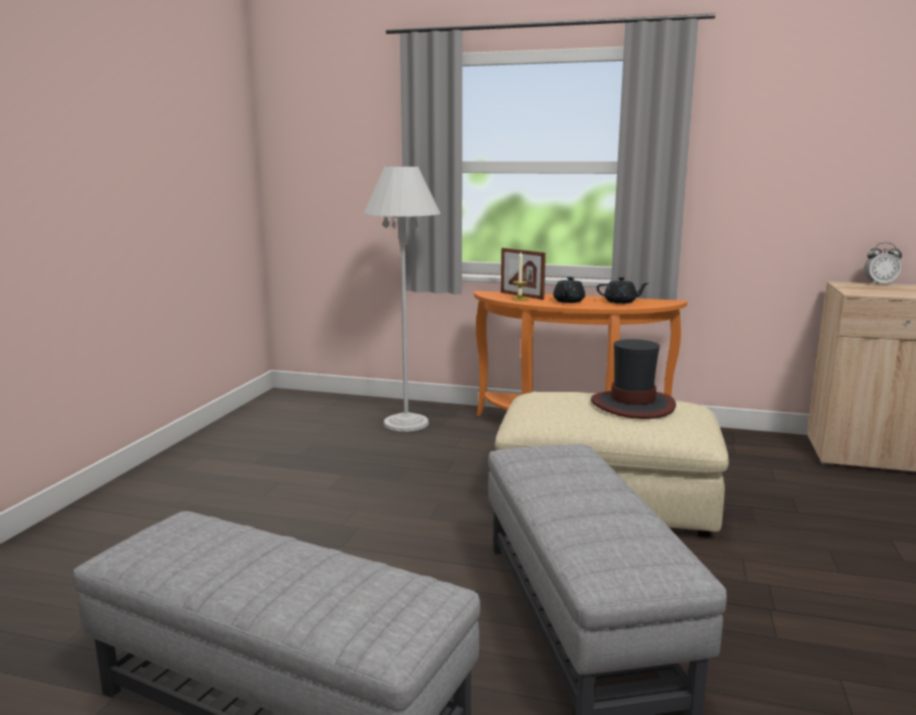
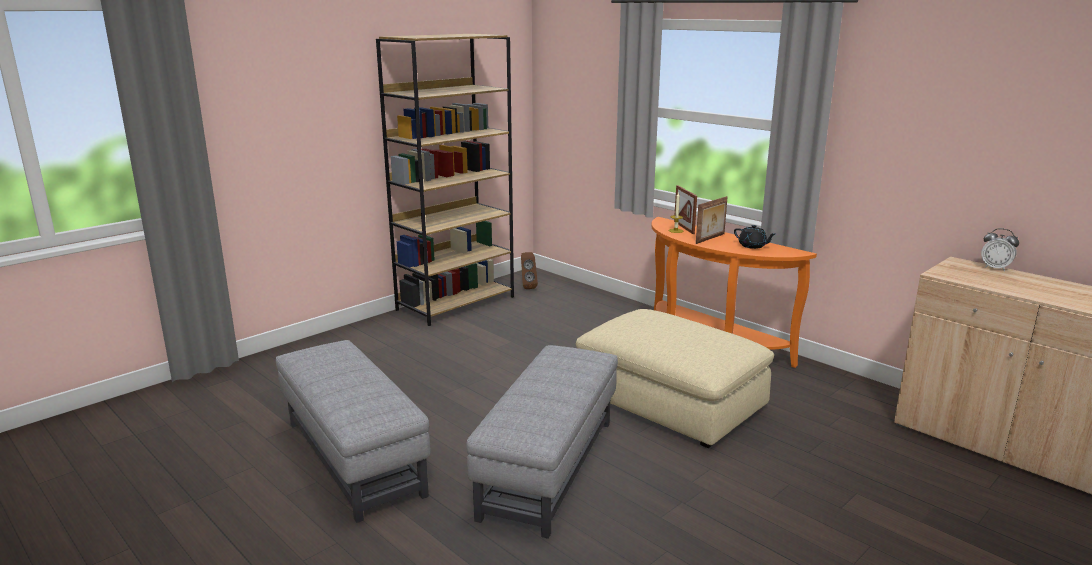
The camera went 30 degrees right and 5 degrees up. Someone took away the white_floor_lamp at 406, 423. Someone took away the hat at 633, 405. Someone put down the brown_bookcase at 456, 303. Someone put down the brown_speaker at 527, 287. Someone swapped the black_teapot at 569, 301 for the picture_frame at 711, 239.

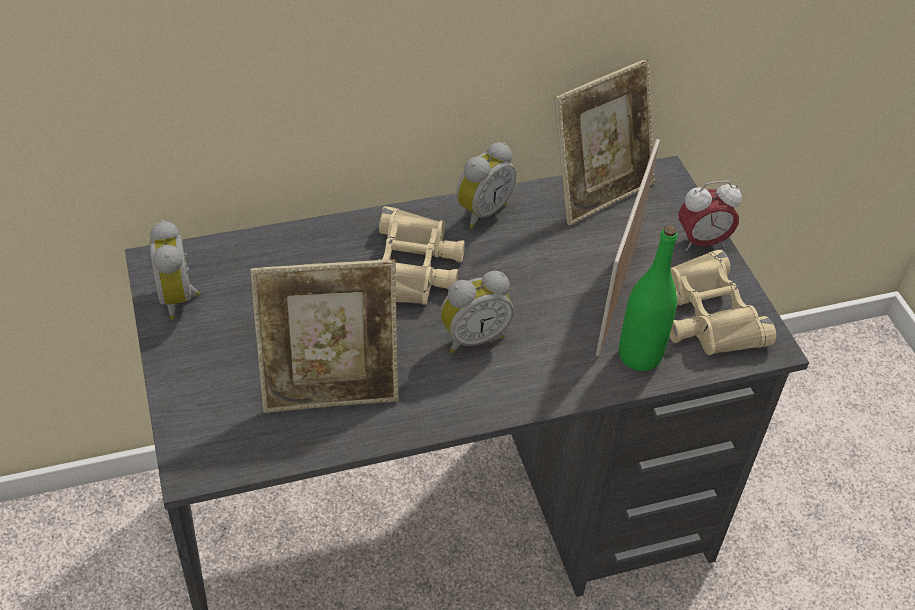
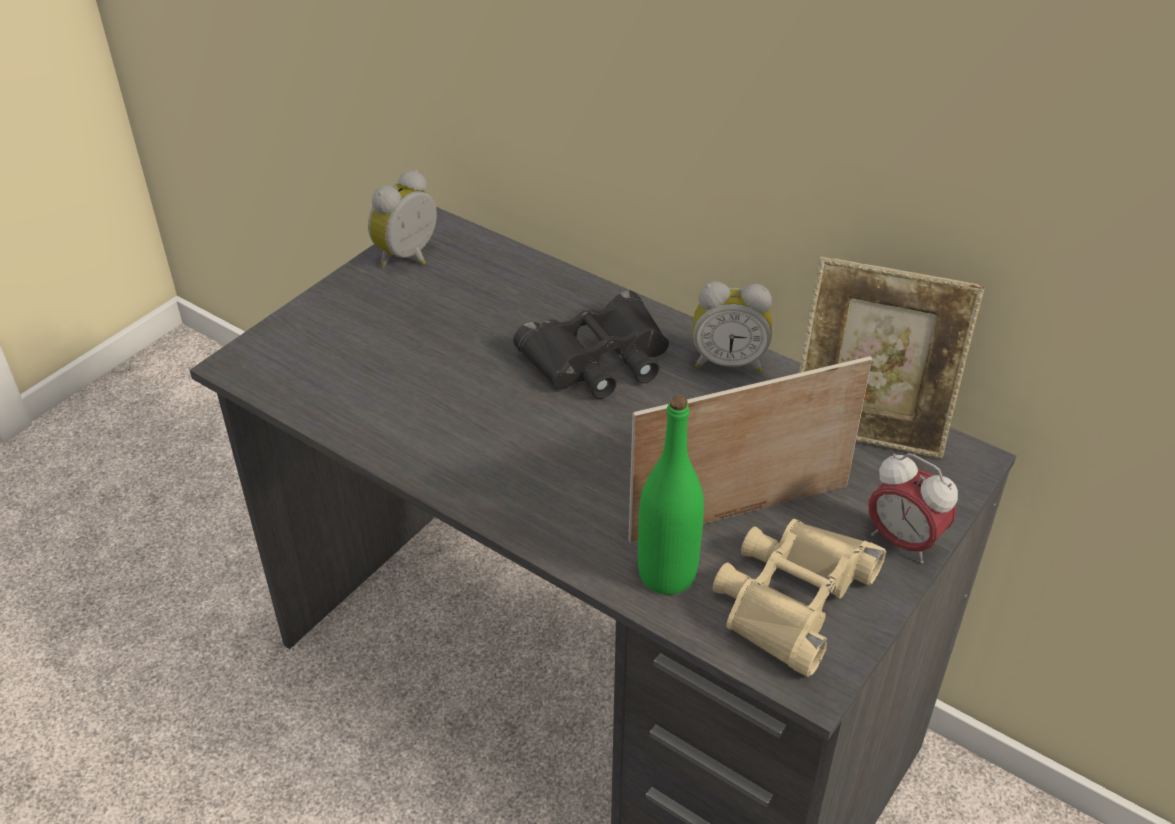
The camera went 55 degrees right and 5 degrees down. Someone took away the picture_frame at 330, 386. Someone took away the alarm_clock at 473, 337. Someone repainted the beige_binoculars at 413, 267, which became the black_binoculars at 599, 359.

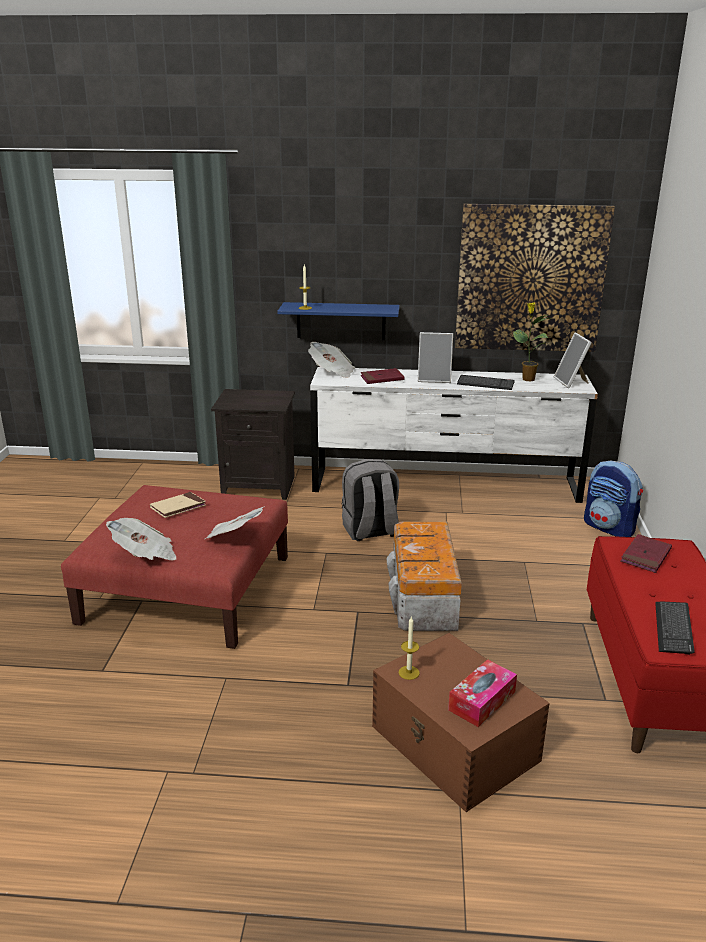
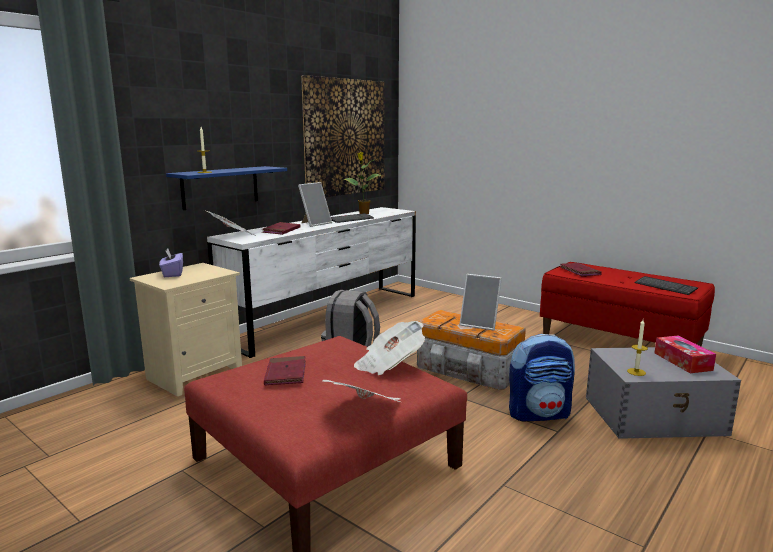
The camera went 55 degrees left and 10 degrees down. Someone put down the purple_tissue_box at 172, 274. Someone carried the picture_frame from 571, 382 to 480, 324. Someone carried the backpack from 609, 528 to 539, 414. Someone repainted the beige_book at 178, 507, which became the red_book at 285, 374. Someone repainted the black_nightstand at 260, 486, which became the beige_nightstand at 195, 374. Someone repainted the brown_storage_box at 455, 744, which became the grey_storage_box at 655, 416.

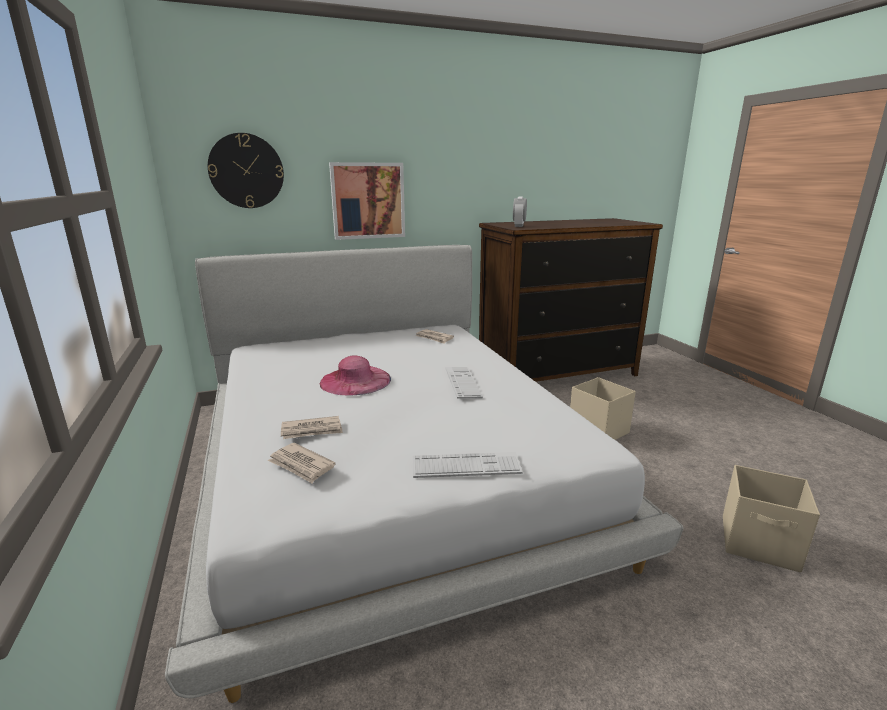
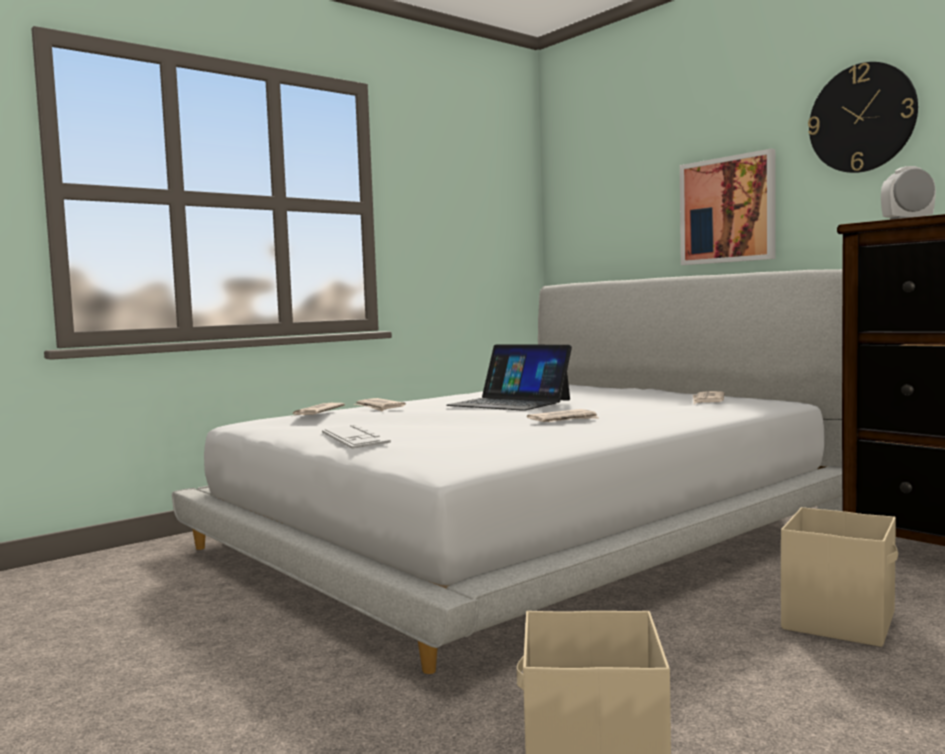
The camera went 70 degrees right and 15 degrees down. Someone carried the wall_clock from 246, 171 to 862, 118. Someone swapped the pink_hat at 355, 380 for the laptop at 509, 403. Someone swapped the keyboard at 462, 383 for the newspaper at 564, 420.

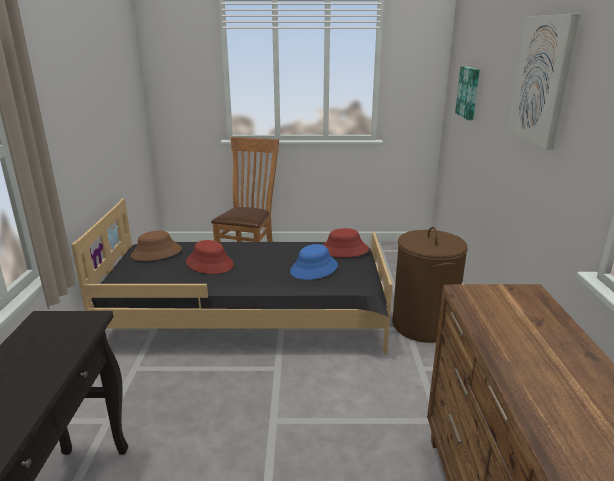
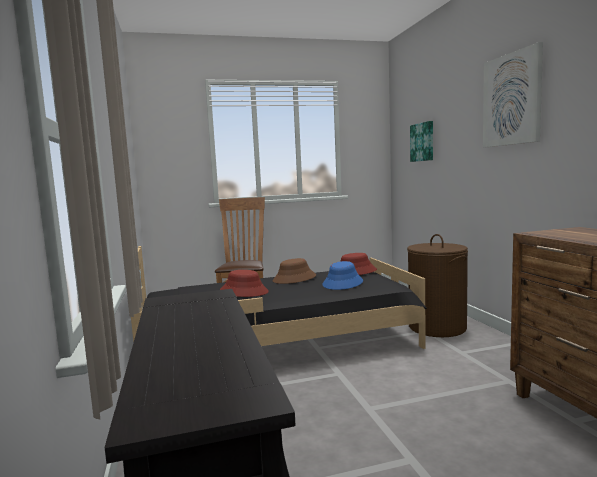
The camera went 15 degrees left and 15 degrees down. Someone carried the brown_hat from 156, 253 to 294, 279.

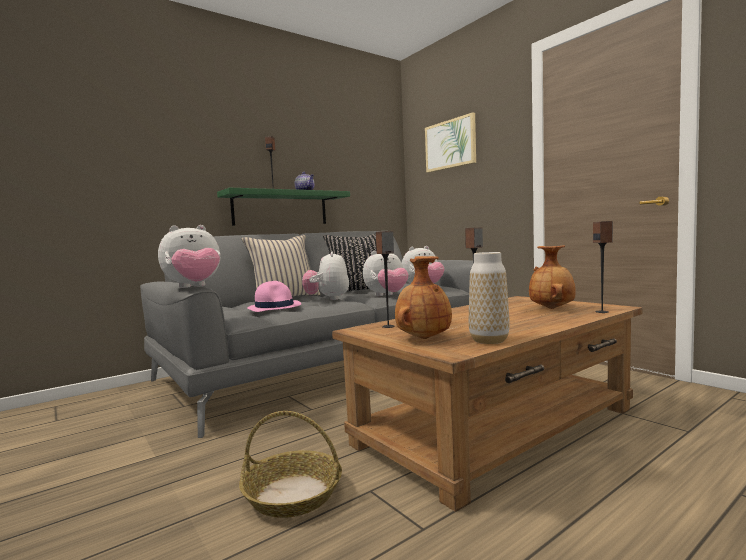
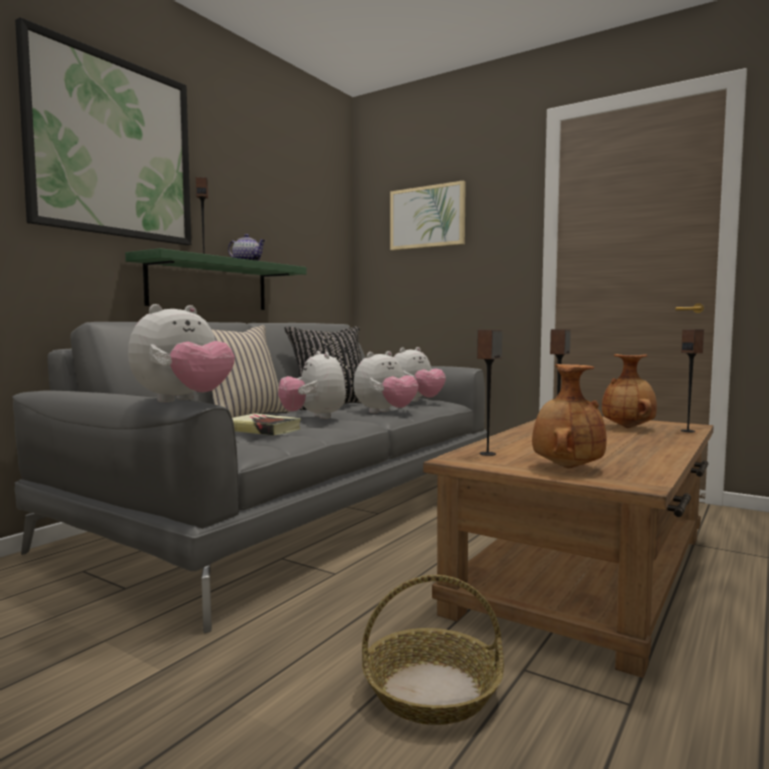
The camera went 20 degrees left and 0 degrees up. Someone took away the vase at 489, 340. Someone put up the picture at 112, 147. Someone swapped the pink_hat at 275, 307 for the book at 263, 430.

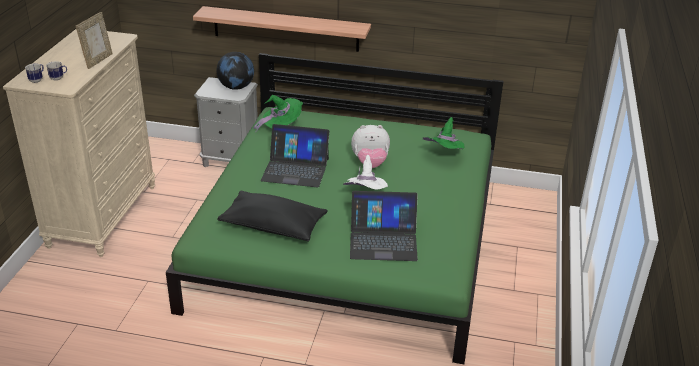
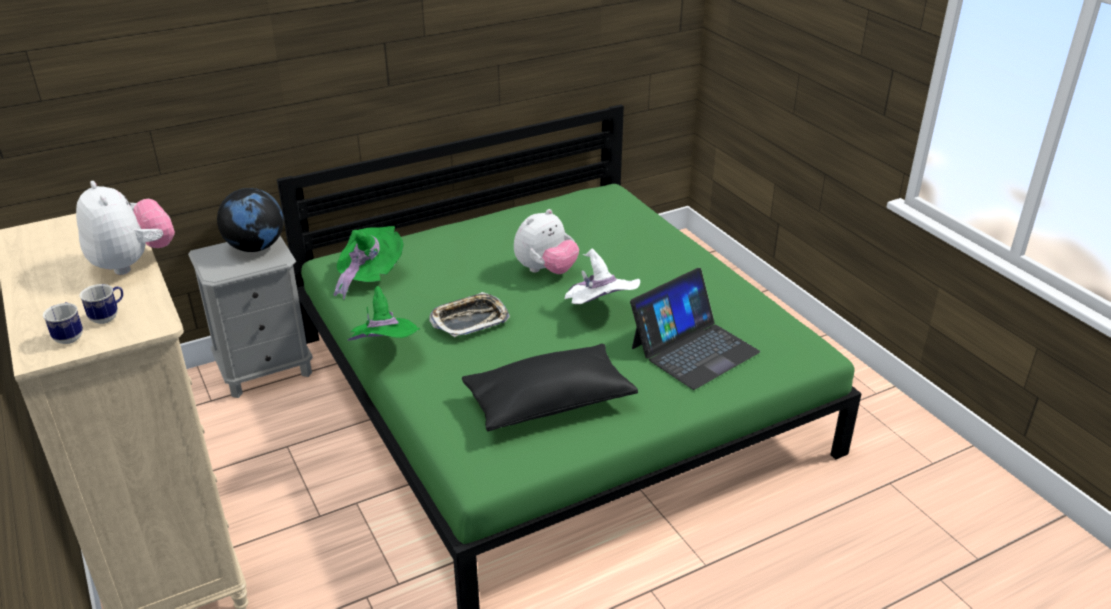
The camera went 40 degrees left and 0 degrees up. Someone took away the shelf at 285, 29. Someone carried the green_hat from 444, 155 to 385, 351. Someone swapped the picture_frame at 98, 61 for the plush_toy at 132, 263. Someone swapped the laptop at 295, 169 for the tray at 470, 320.

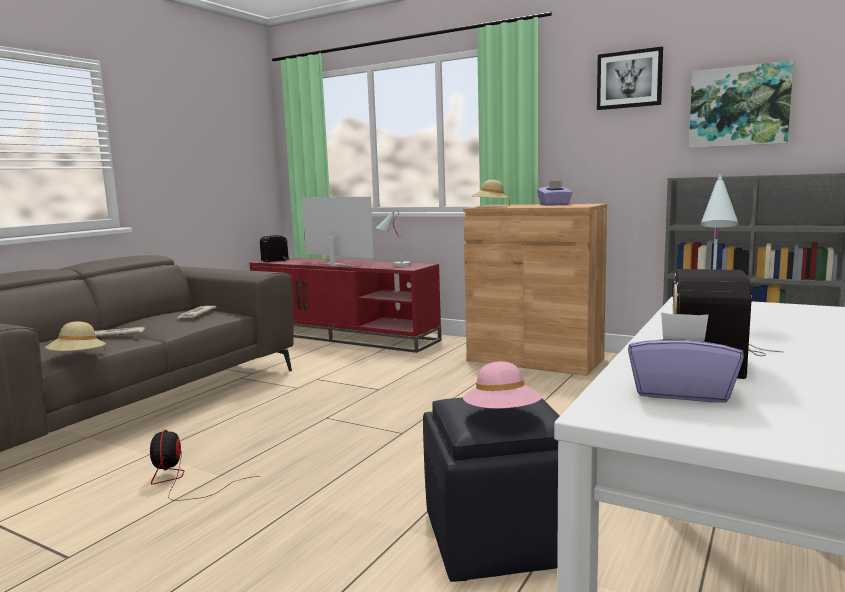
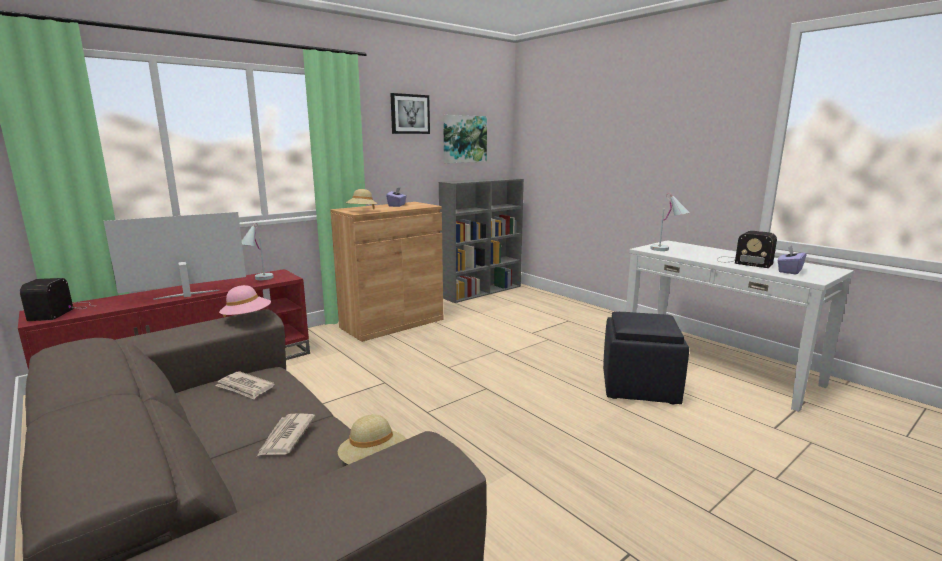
The camera went 70 degrees left and 5 degrees up. Someone took away the fan at 181, 480. Someone carried the pink_hat from 502, 415 to 247, 318.

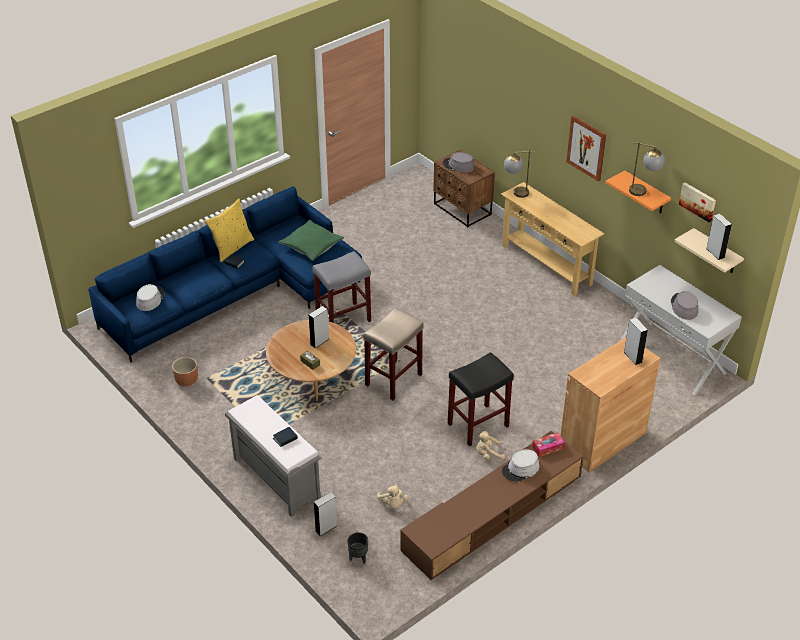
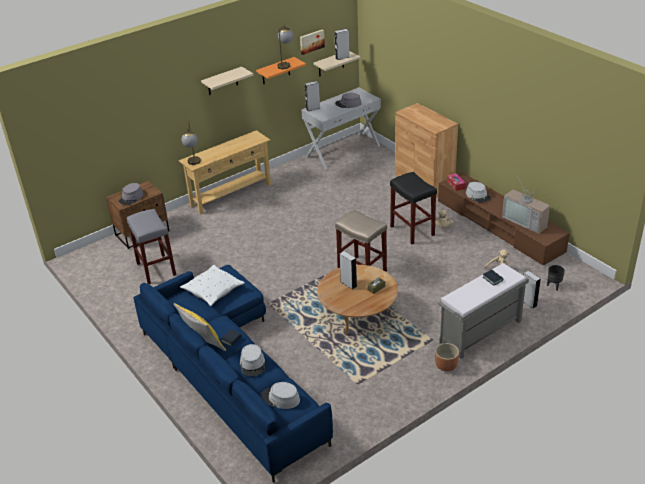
The camera went 85 degrees left and 5 degrees down. Someone put down the grey_hat at 252, 364. Someone put down the television at 526, 221. Someone carried the brown_planter from 186, 381 to 446, 366. Someone carried the grey_stool from 344, 318 to 155, 269. Someone carried the grey_speaker from 633, 357 to 313, 108. Someone swapped the picture at 587, 148 for the beige_shelf at 222, 81. Someone repainted the green_pillow at 311, 245, which became the white_pillow at 213, 290.

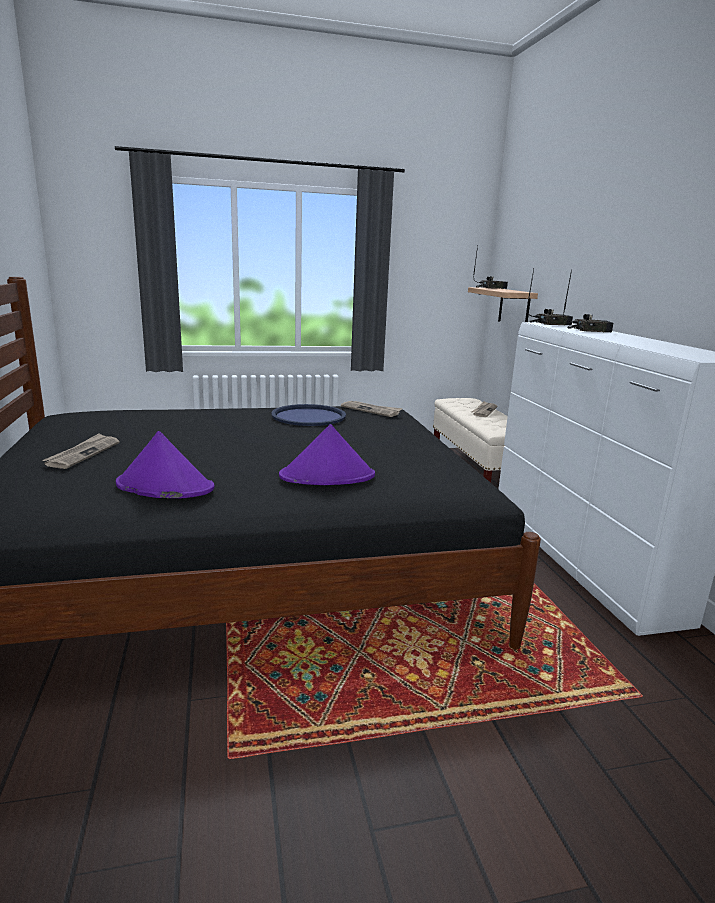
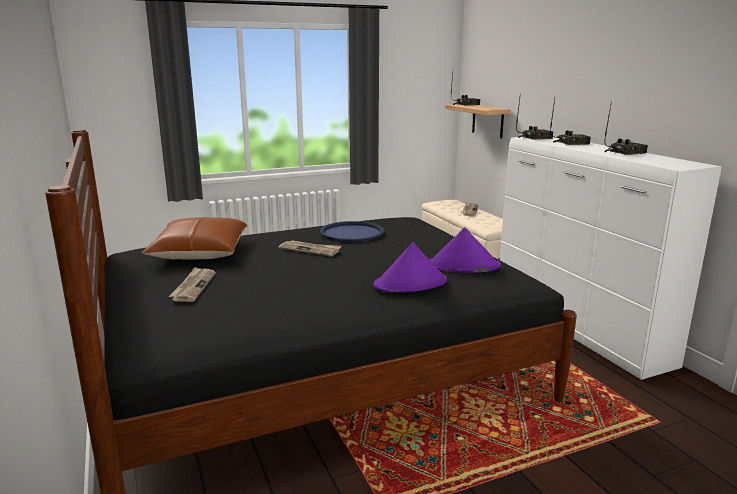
The camera went 10 degrees left and 0 degrees up. Someone put down the brown_pillow at 200, 252. Someone put down the radio at 624, 153. Someone carried the purple_hat from 164, 486 to 463, 266. Someone carried the newspaper from 371, 410 to 310, 250.

